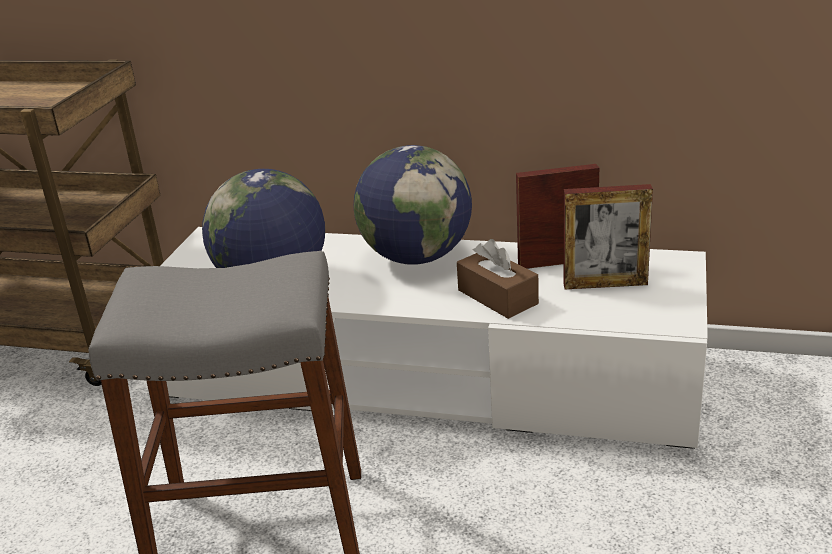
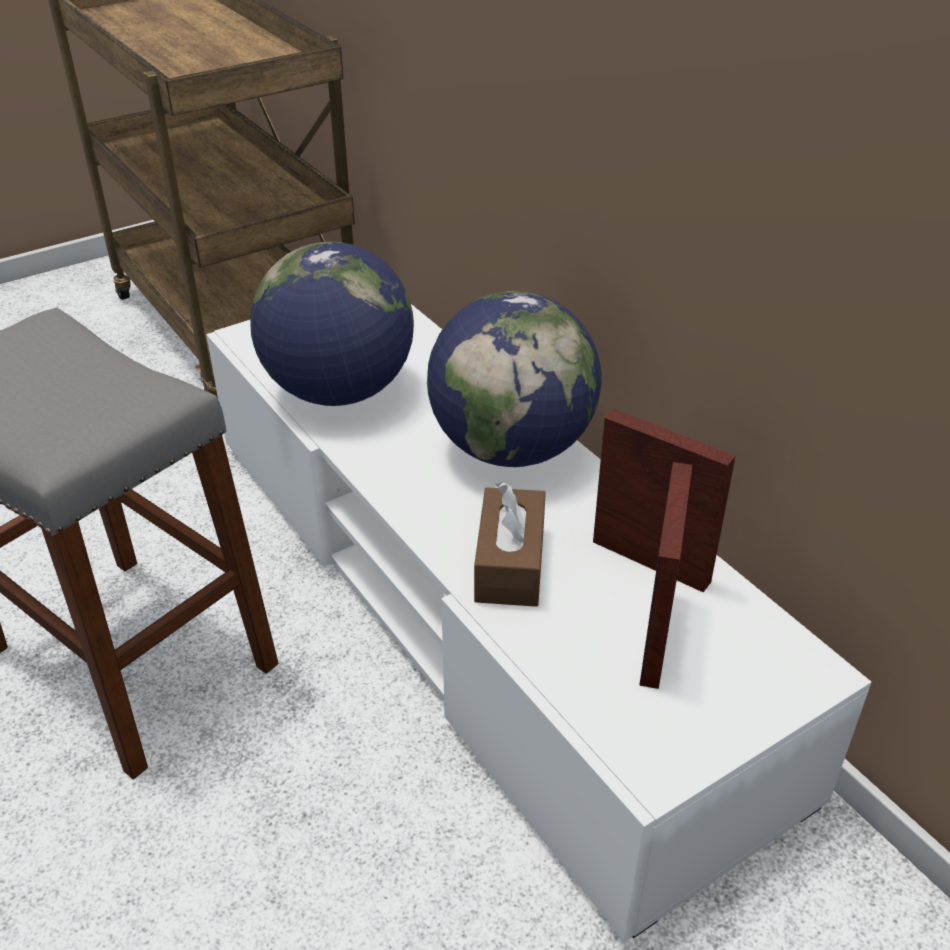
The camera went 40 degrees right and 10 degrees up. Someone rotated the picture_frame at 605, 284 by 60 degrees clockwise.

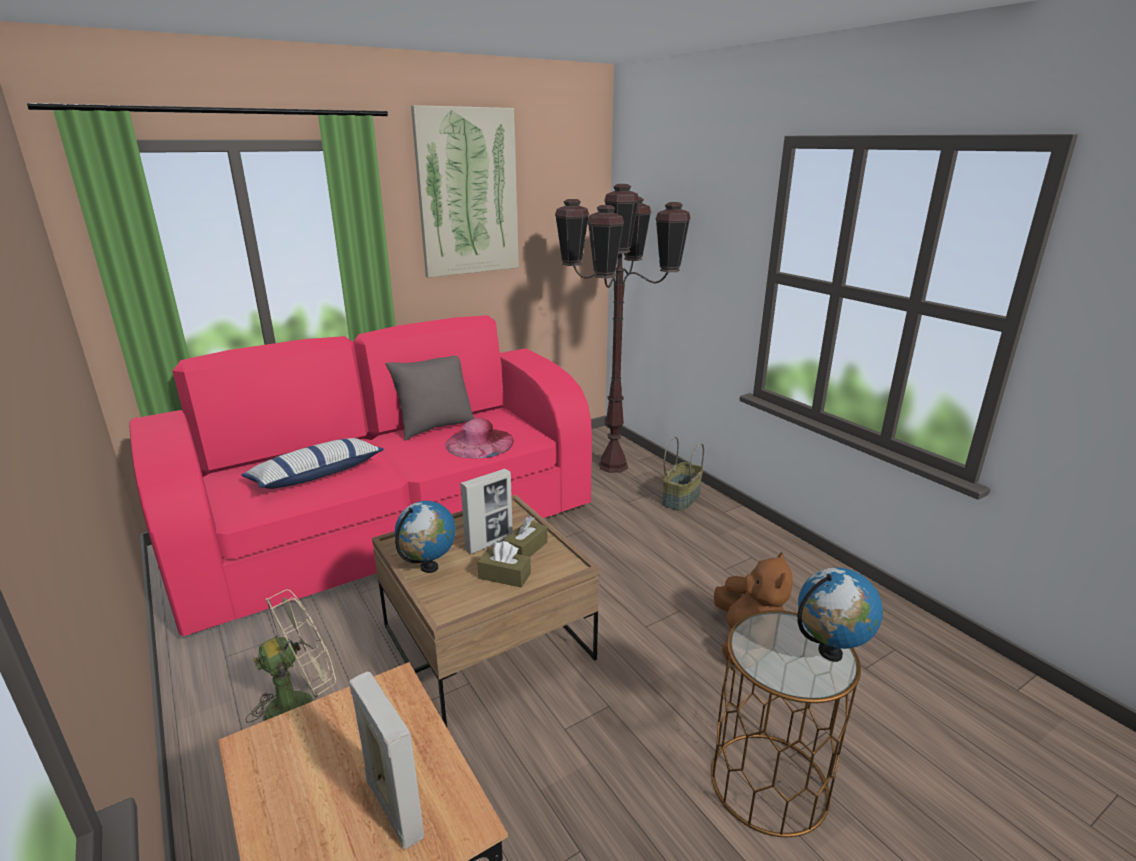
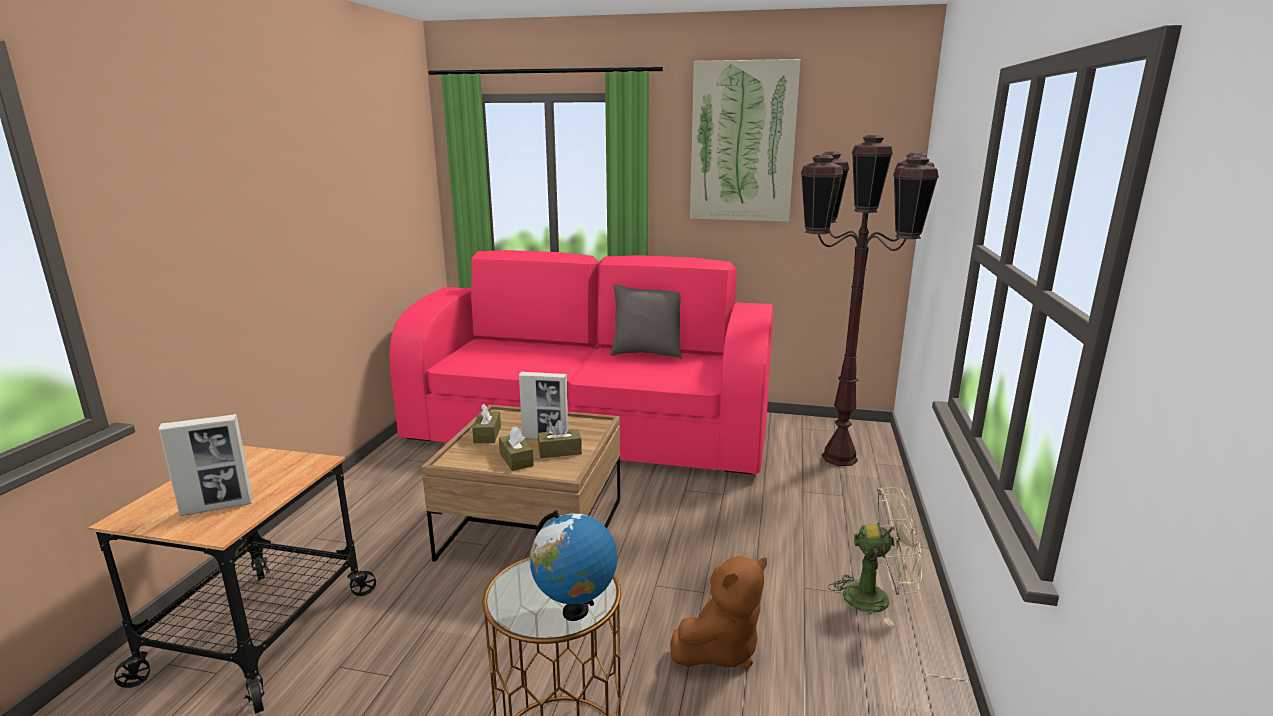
The camera went 45 degrees right and 5 degrees down. Someone took away the pillow at 316, 475. Someone took away the pink_hat at 479, 443. Someone took away the basket at 680, 498. Someone carried the beige_fan from 300, 704 to 876, 598. Someone swapped the globe at 429, 567 for the brown_tissue_box at 487, 434. Someone rotated the picture_frame at 394, 808 by 60 degrees clockwise.

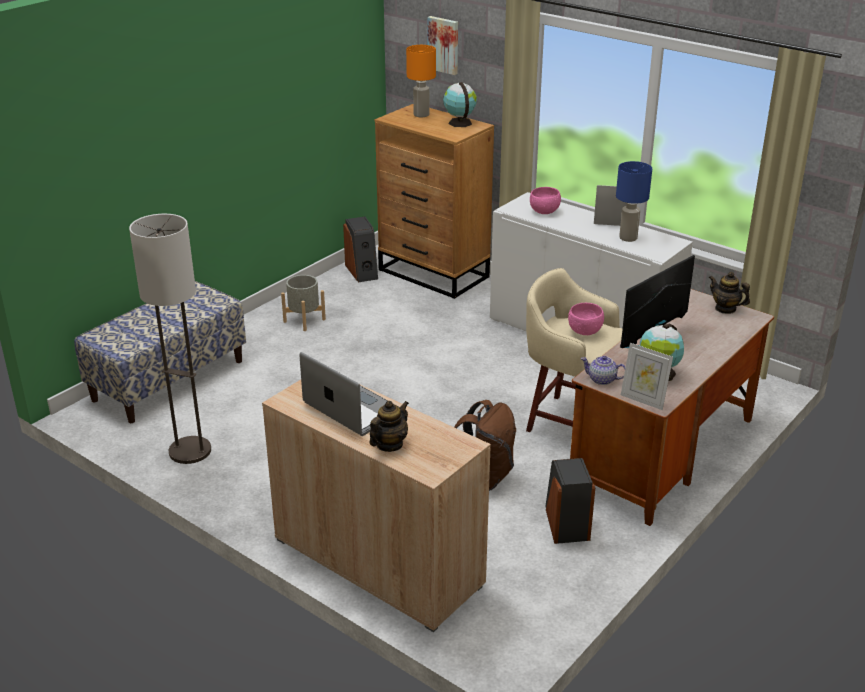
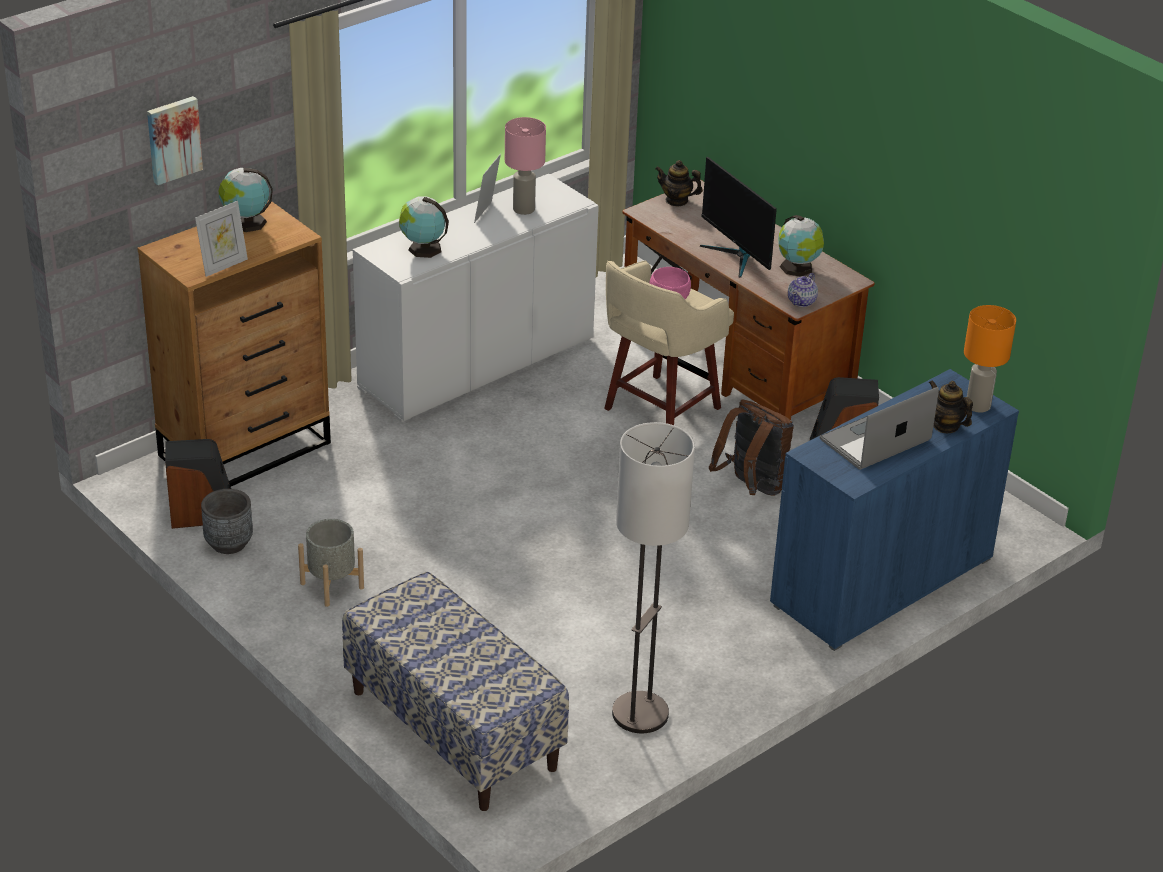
The camera went 80 degrees left and 5 degrees up. Someone put down the grey_planter at 228, 543. Someone carried the orange_table_lamp from 421, 115 to 978, 405. Someone carried the picture_frame from 643, 400 to 223, 266. Someone swapped the pink_bowl at 544, 211 for the globe at 423, 248. Someone repainted the beige_cabinet at 378, 561, which became the blue_cabinet at 882, 581. Someone repainted the blue_table_lamp at 628, 238, which became the pink_table_lamp at 524, 209. Someone rotated the teapot at 725, 309 by 60 degrees clockwise.

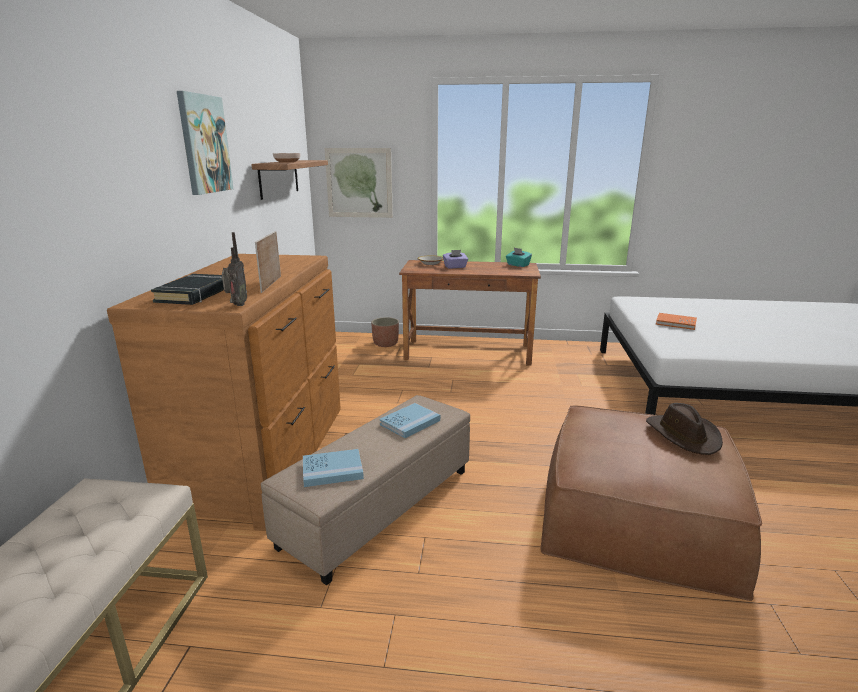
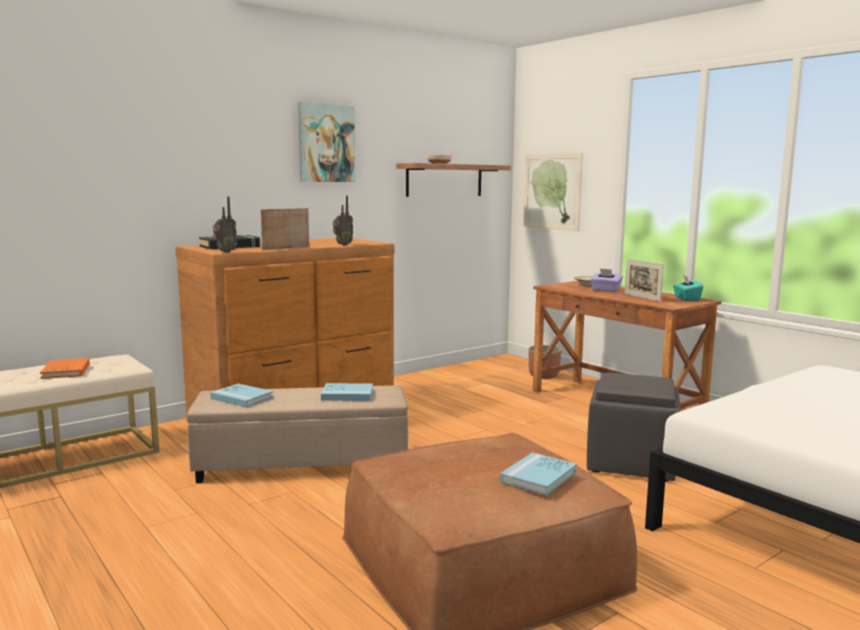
The camera went 45 degrees right and 10 degrees down. Someone put down the radio at 342, 245. Someone put down the grey_ottoman at 632, 462. Someone put down the picture_frame at 642, 297. Someone carried the orange_book from 675, 323 to 66, 371. Someone swapped the brown_hat at 683, 435 for the blue_book at 538, 477.

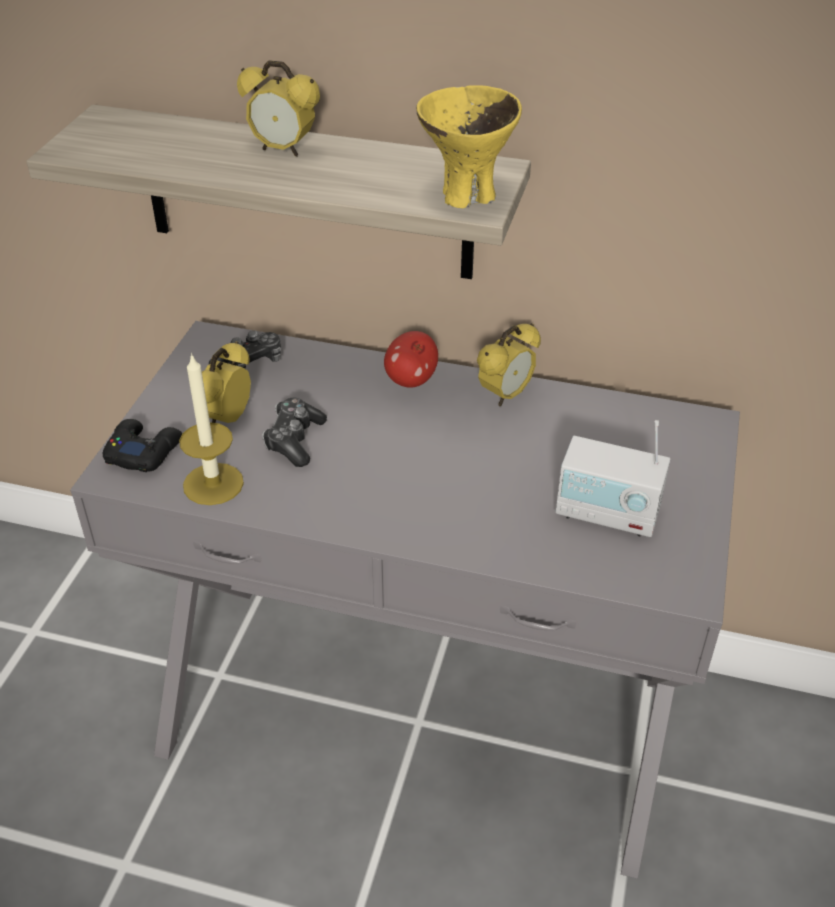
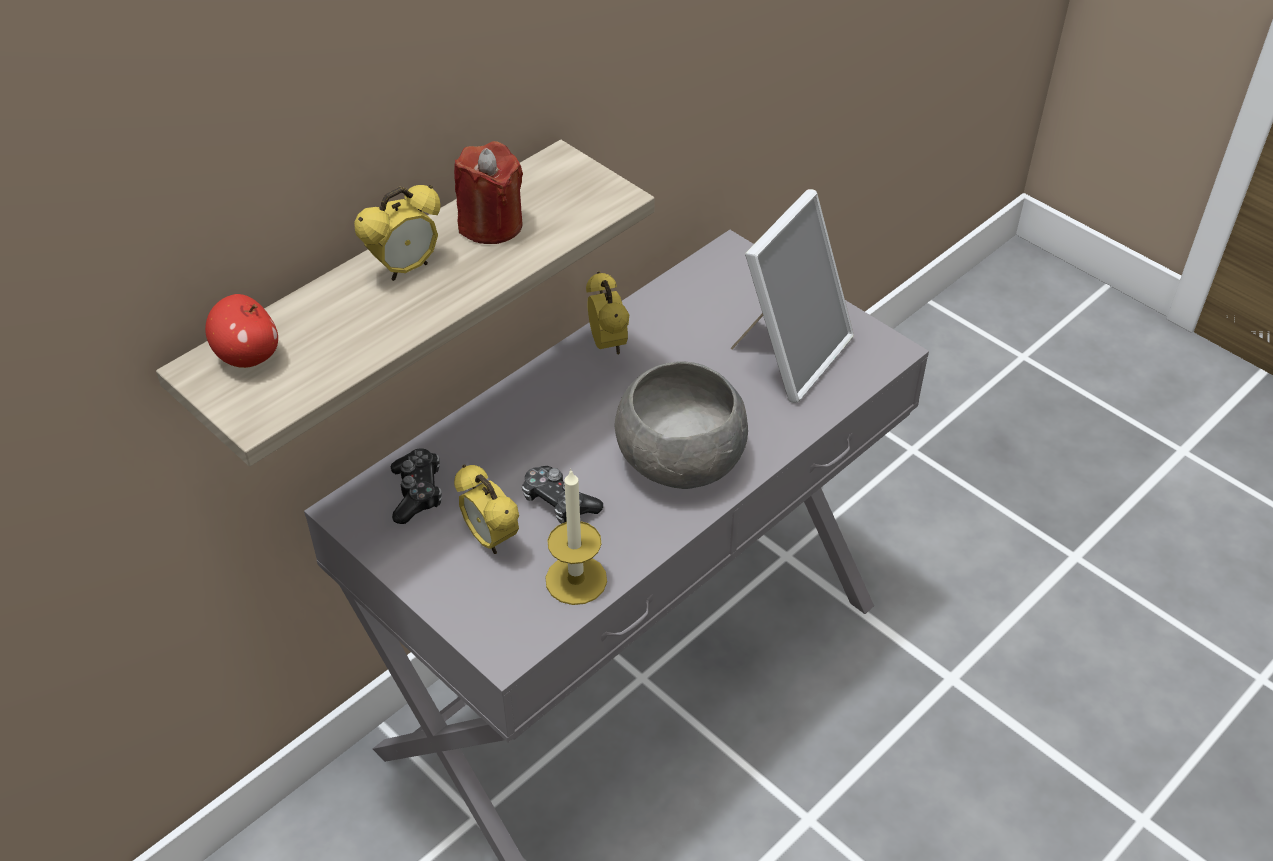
The camera went 60 degrees left and 5 degrees up. Someone took away the black_game_controller at 143, 451. Someone took away the yellow_bowl at 467, 197. Someone put down the red_candle at 491, 225. Someone put down the grey_bowl at 681, 458. Someone carried the apple from 410, 380 to 248, 356. Someone swapped the radio at 607, 514 for the picture_frame at 788, 354.

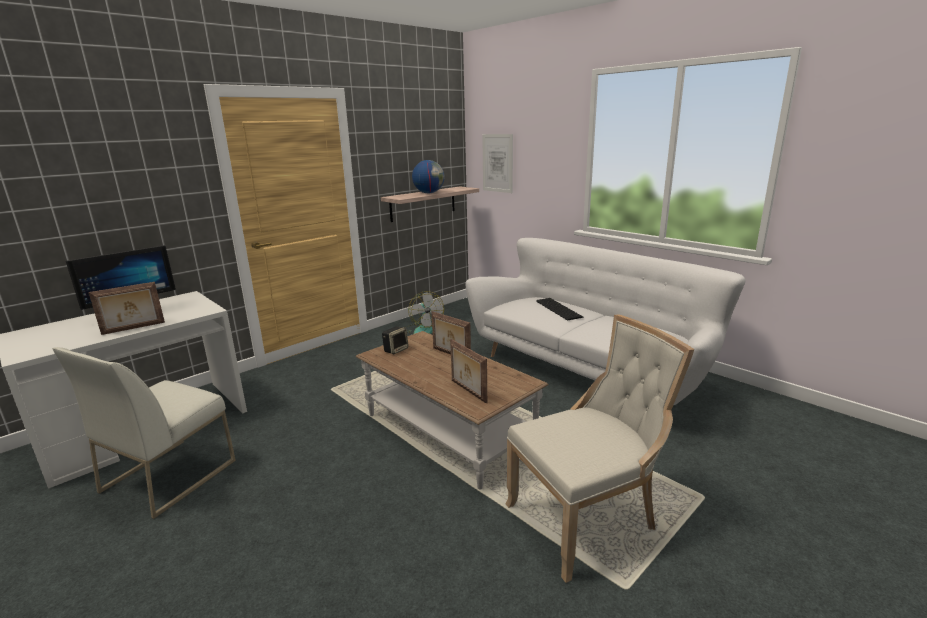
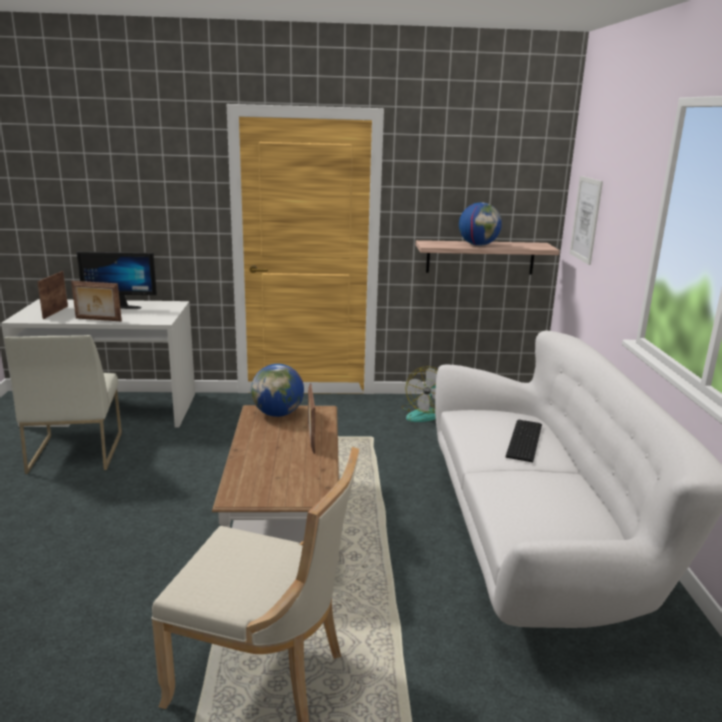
The camera went 40 degrees right and 0 degrees up. Someone carried the picture_frame from 467, 391 to 54, 312. Someone swapped the speaker at 396, 350 for the globe at 278, 414. Someone rotated the white_chair at 169, 475 by 75 degrees counterclockwise.

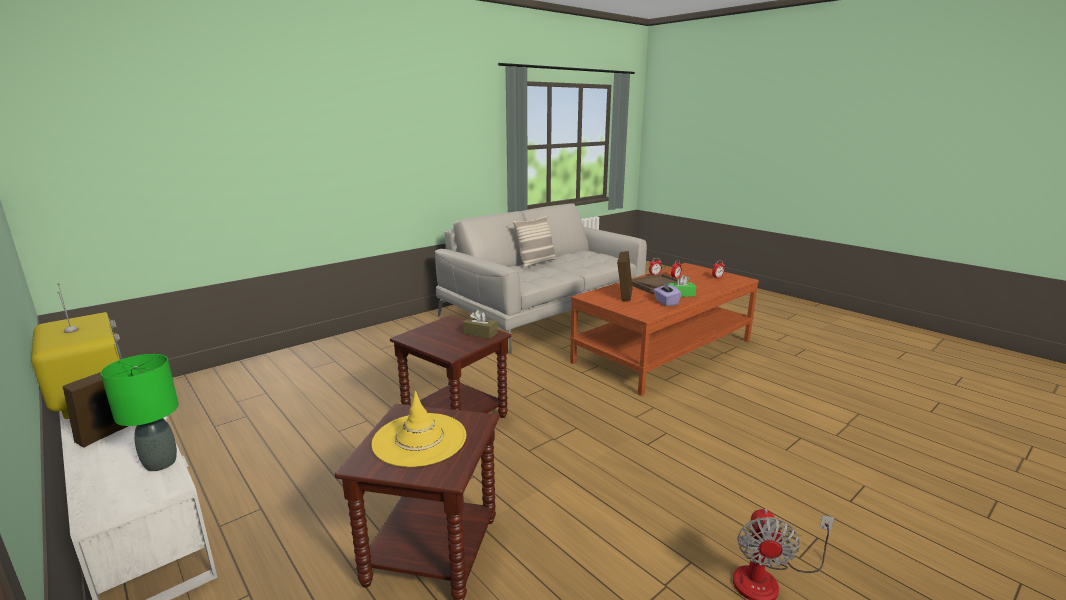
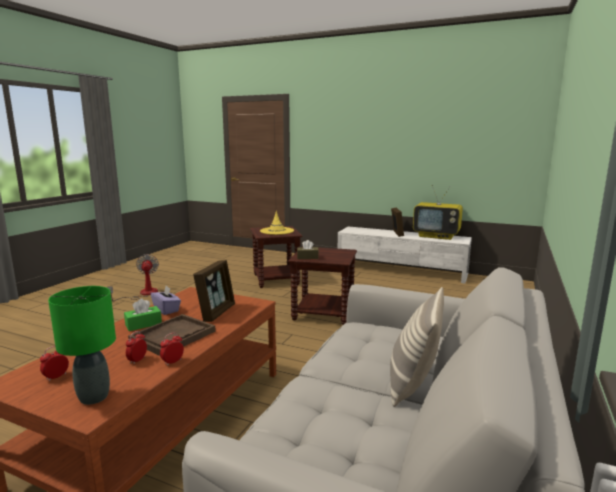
The camera went 155 degrees right and 5 degrees down. Someone carried the green_table_lamp from 161, 463 to 93, 397. Someone rotated the picture_frame at 624, 294 by 150 degrees counterclockwise.

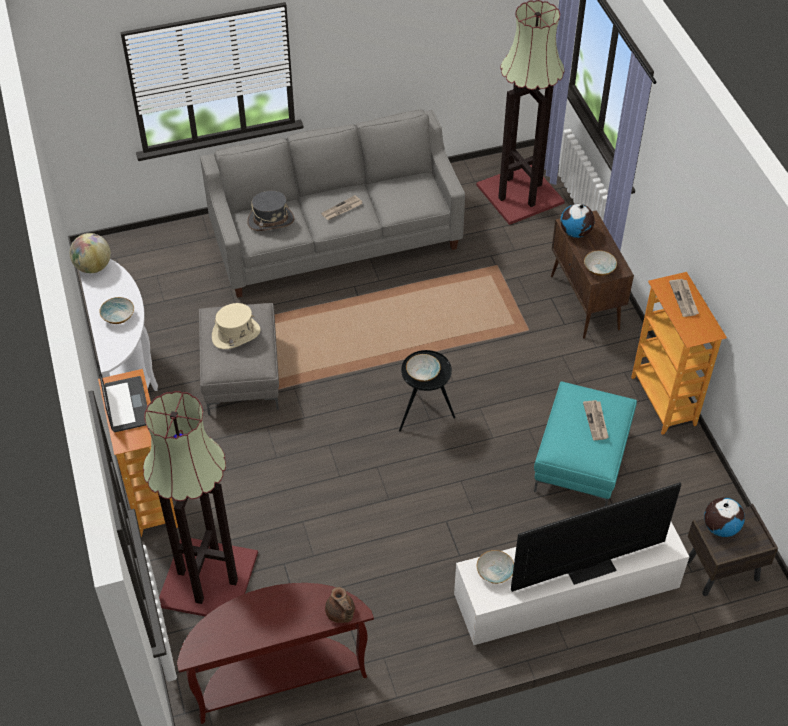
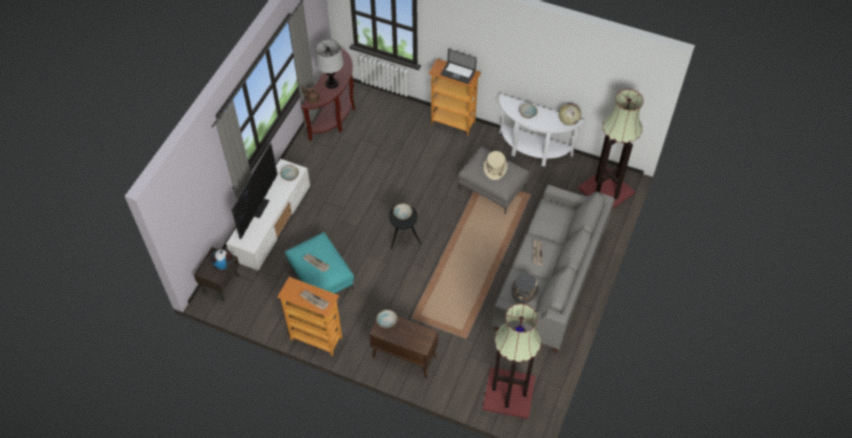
The camera went 130 degrees right and 5 degrees up. Someone took away the globe at 576, 232. Someone put down the table_lamp at 332, 83. Someone carried the floor_lamp from 207, 578 to 607, 190. Someone carried the grey_hat from 270, 221 to 524, 291.

